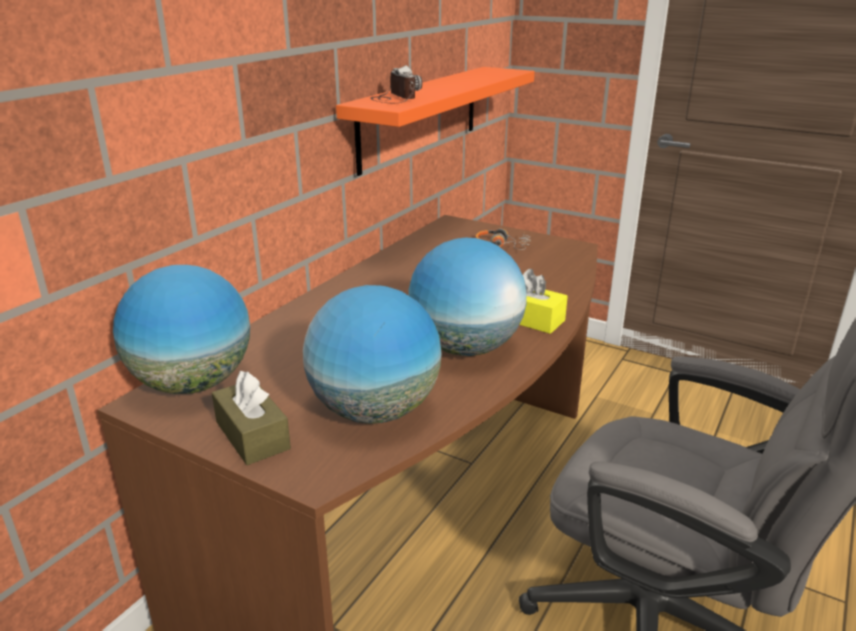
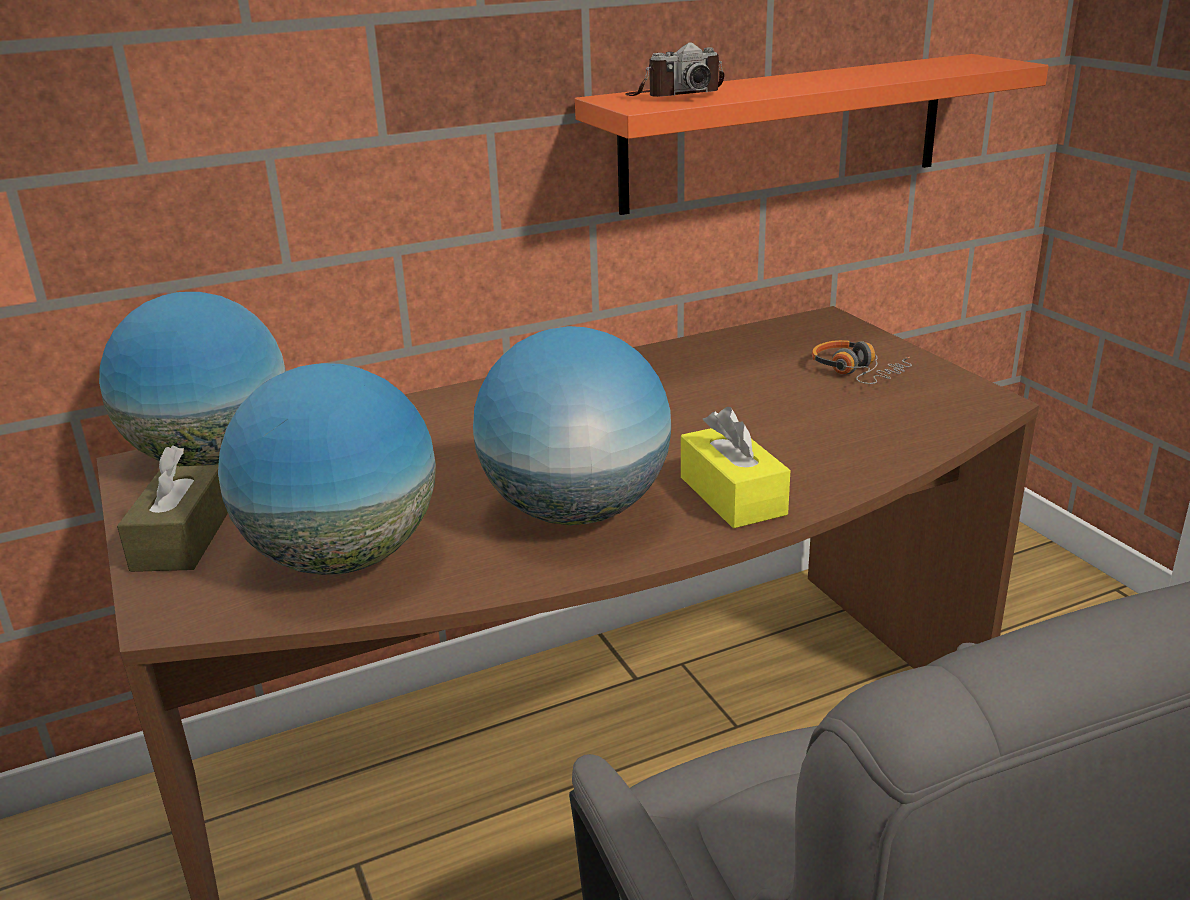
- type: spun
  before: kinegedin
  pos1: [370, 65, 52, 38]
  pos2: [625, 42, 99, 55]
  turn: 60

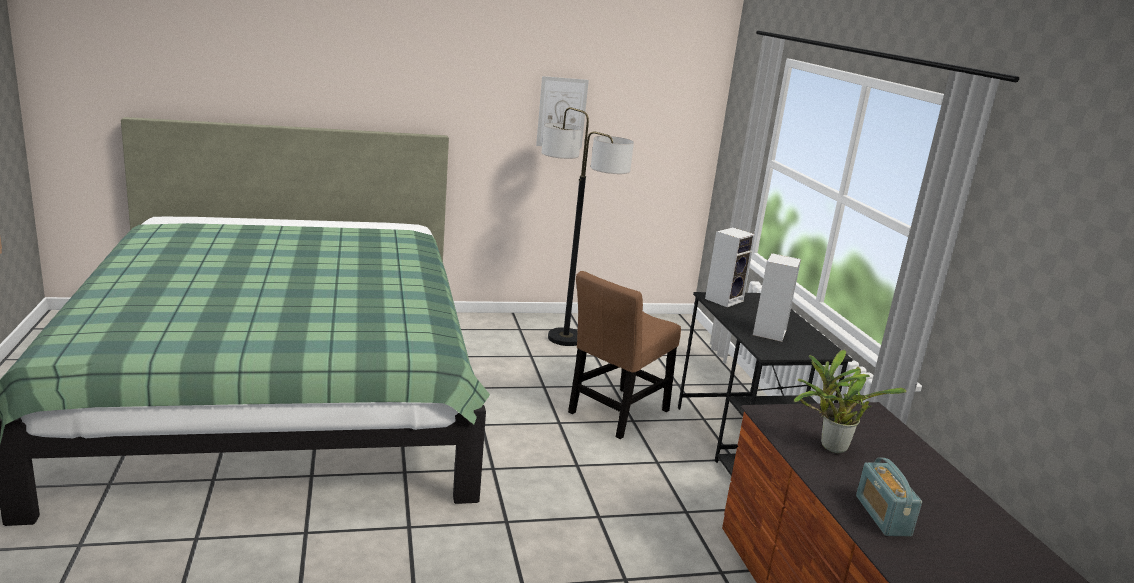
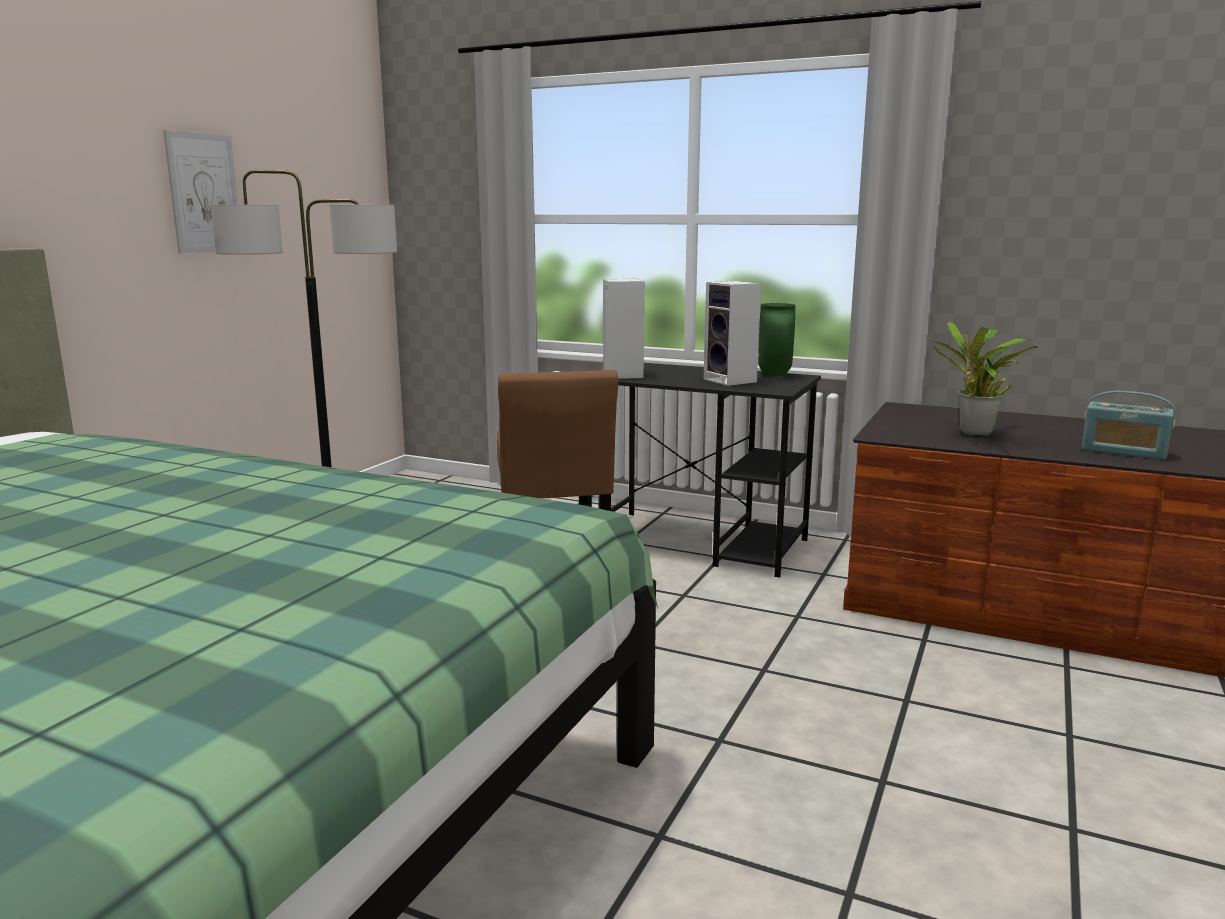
- type: appeared
  after: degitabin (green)
  pos2: [758, 303, 37, 74]

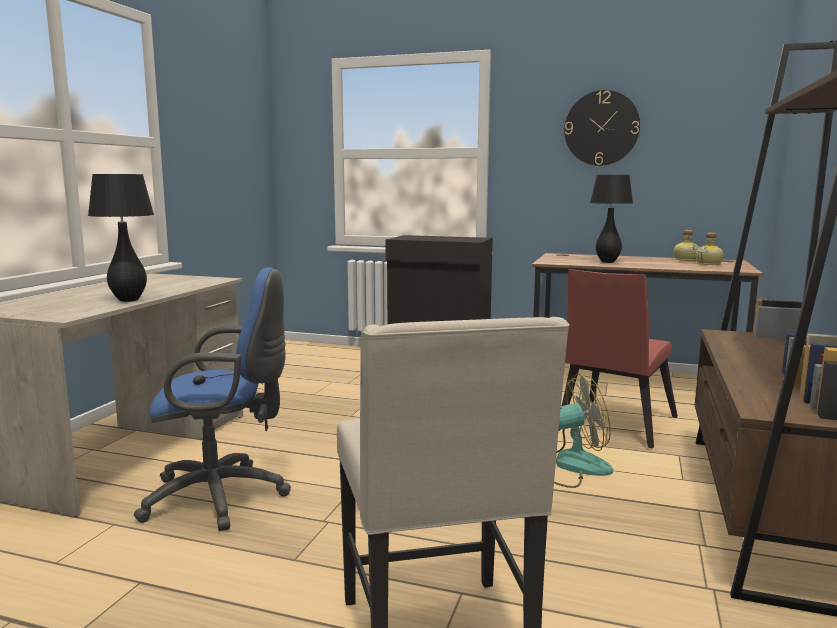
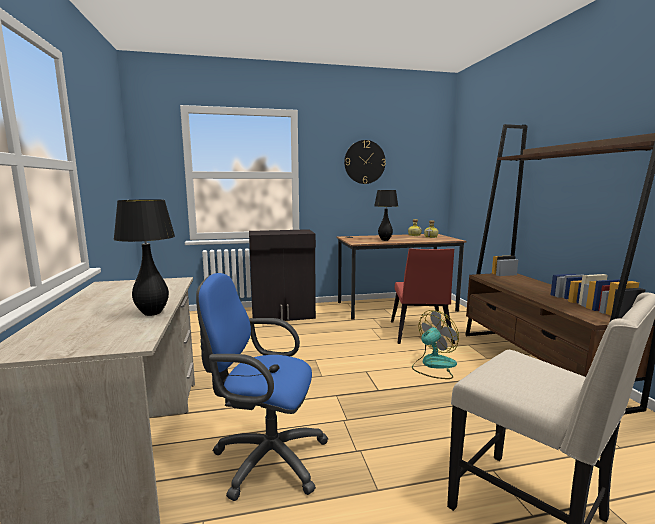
- type: spun
  before: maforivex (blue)
  pos1: [134, 267, 157, 264]
  pos2: [196, 273, 132, 228]
  turn: -135

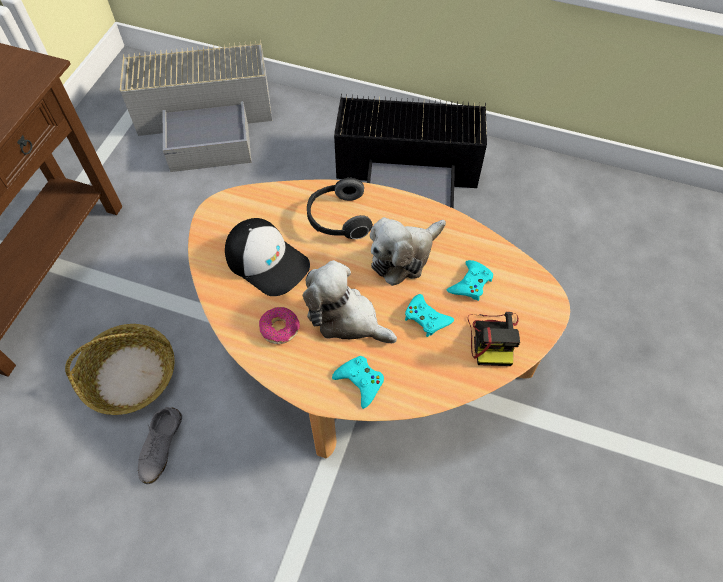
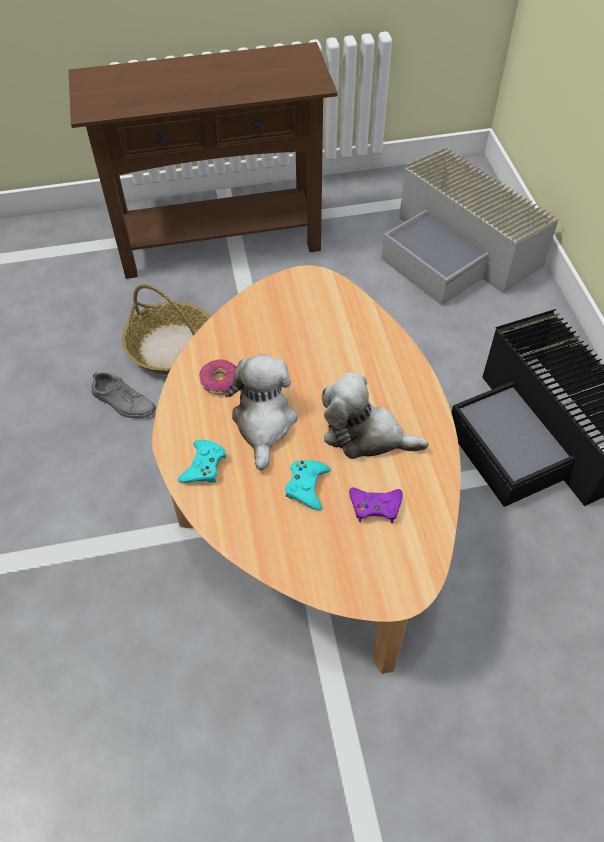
- type: missing
  before: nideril
  pos1: [307, 178, 66, 61]
- type: missing
  before: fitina
  pos1: [225, 218, 85, 78]
- type: colour
  before: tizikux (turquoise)
  after: tizikux (purple)
  pos1: [447, 260, 46, 41]
  pos2: [349, 487, 54, 36]
- type: missing
  before: kinegedin
  pos1: [468, 312, 52, 54]
- type: spun
  before: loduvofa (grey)
  pos1: [138, 407, 44, 77]
  pos2: [91, 372, 65, 46]
  turn: -135

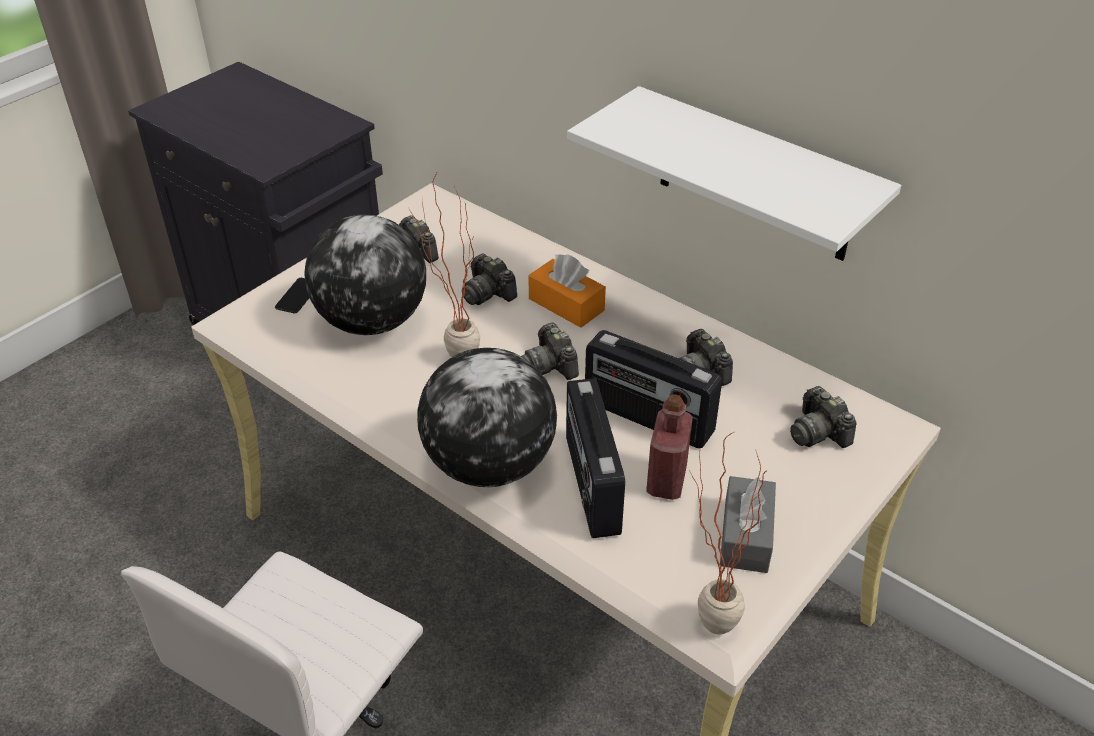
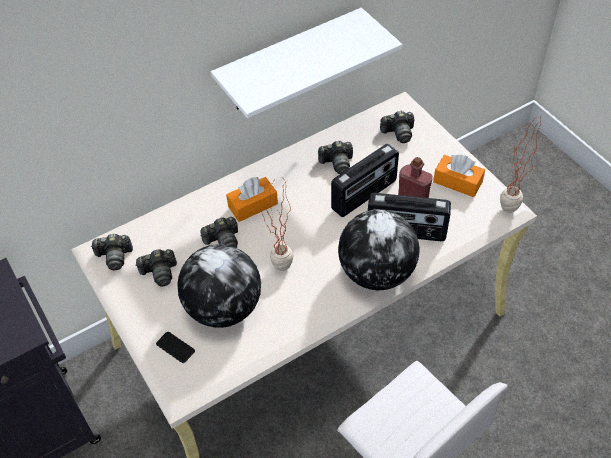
- type: relocated
  before: kinegedin
  pos1: [521, 322, 58, 58]
  pos2: [91, 234, 42, 36]
- type: colour
  before: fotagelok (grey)
  after: fotagelok (orange)
  pos1: [720, 476, 56, 97]
  pos2: [433, 155, 52, 42]

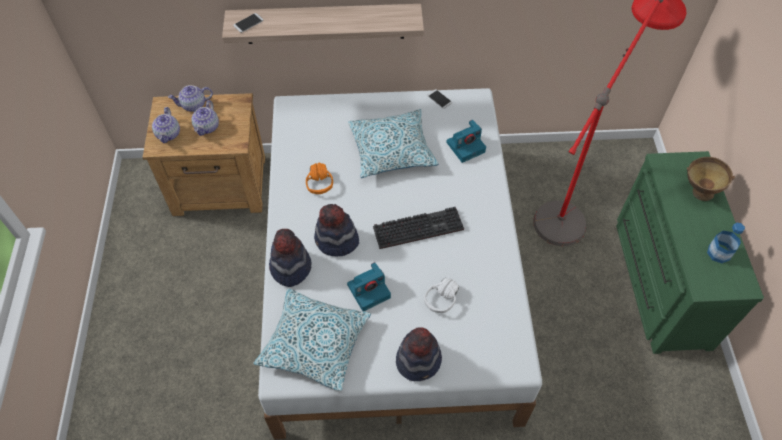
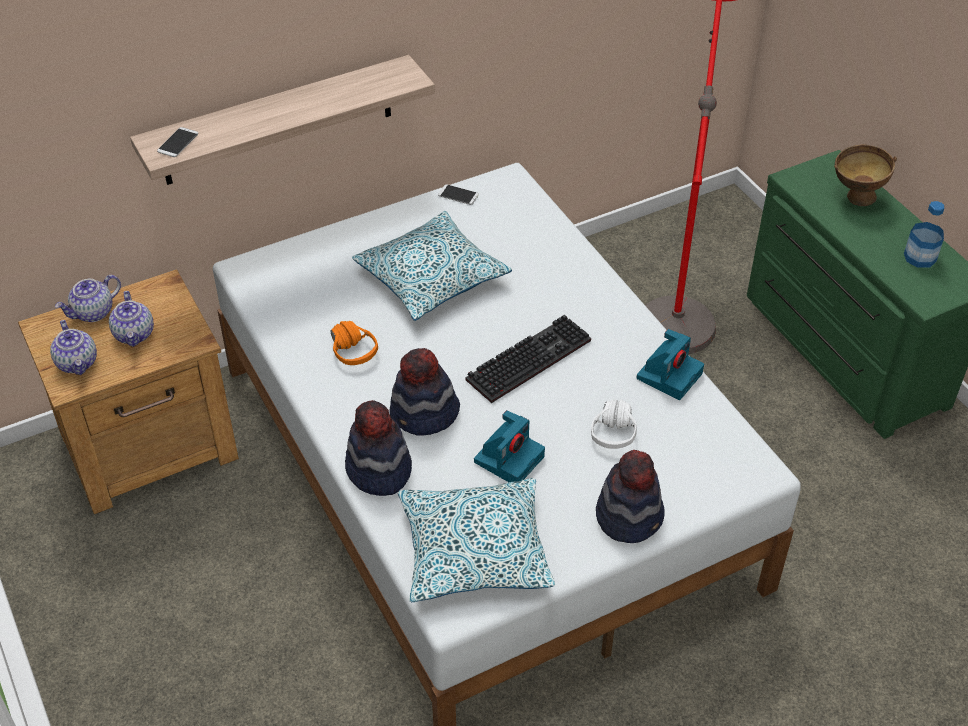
- type: relocated
  before: kinegedin
  pos1: [446, 120, 40, 43]
  pos2: [637, 329, 67, 71]

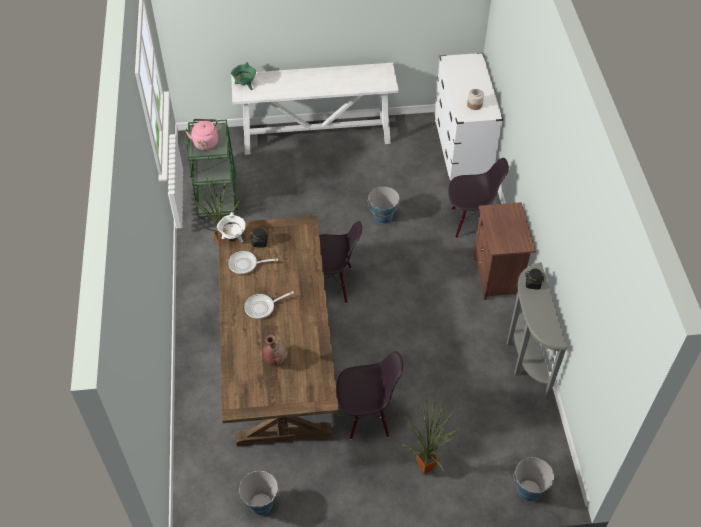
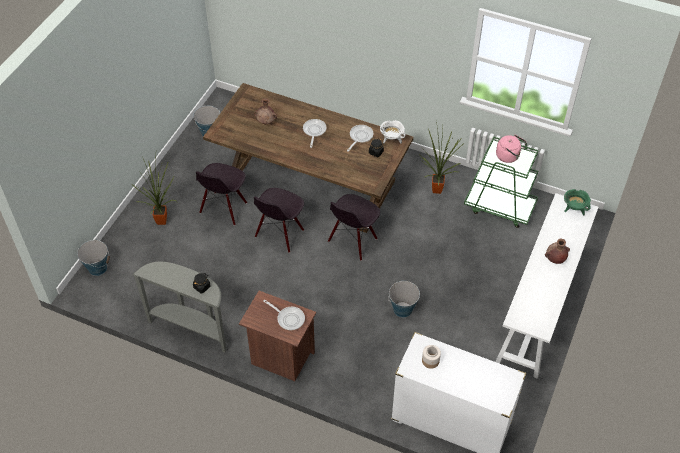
- type: relocated
  before: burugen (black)
  pos1: [448, 158, 61, 80]
  pos2: [254, 188, 50, 65]
- type: appeared
  after: degitabin (brown)
  pos2: [545, 239, 25, 25]
- type: appeared
  after: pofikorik
  pos2: [263, 300, 42, 30]

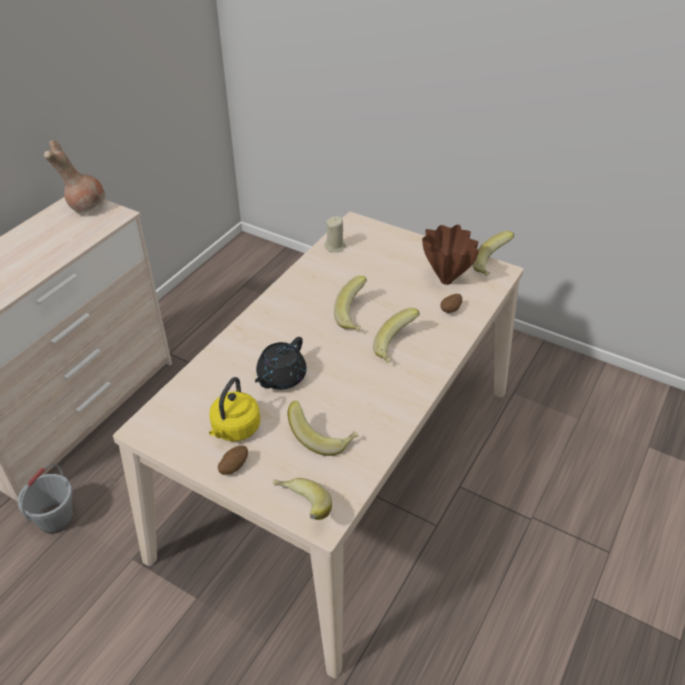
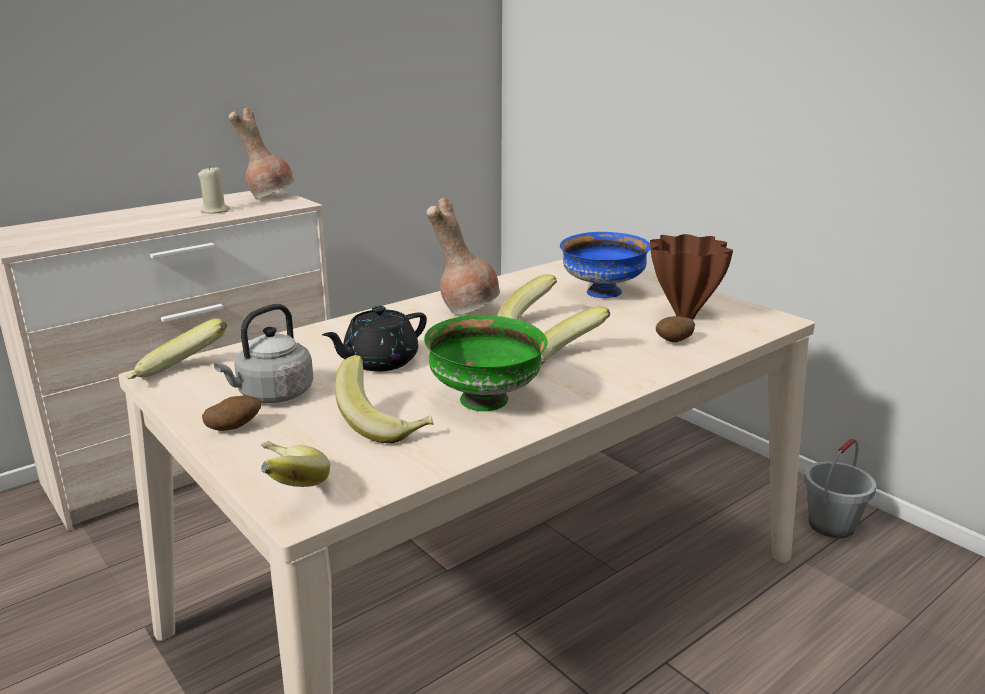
- type: relocated
  before: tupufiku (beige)
  pos1: [324, 216, 22, 36]
  pos2: [198, 165, 32, 49]
- type: relocated
  before: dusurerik
  pos1: [473, 231, 42, 45]
  pos2: [126, 318, 101, 61]
- type: colour
  before: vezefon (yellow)
  after: vezefon (grey)
  pos1: [209, 377, 51, 64]
  pos2: [214, 304, 99, 99]
- type: relocated
  before: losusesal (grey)
  pos1: [17, 464, 56, 70]
  pos2: [804, 438, 72, 100]
- type: appeared
  after: degitabin (brown)
  pos2: [426, 198, 74, 116]
- type: appeared
  after: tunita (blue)
  pos2: [560, 232, 91, 66]
- type: appeared
  after: tunita (green)
  pos2: [424, 315, 124, 96]

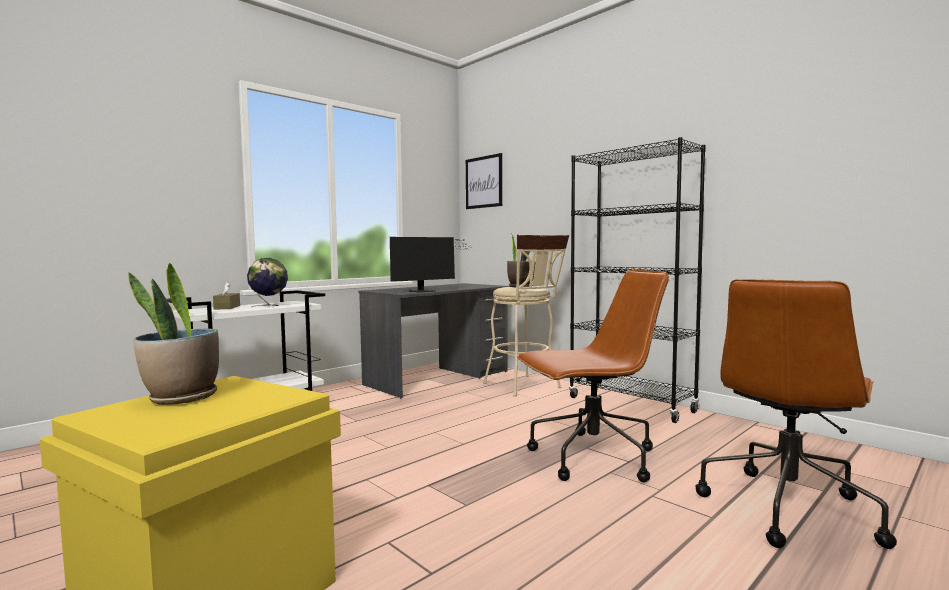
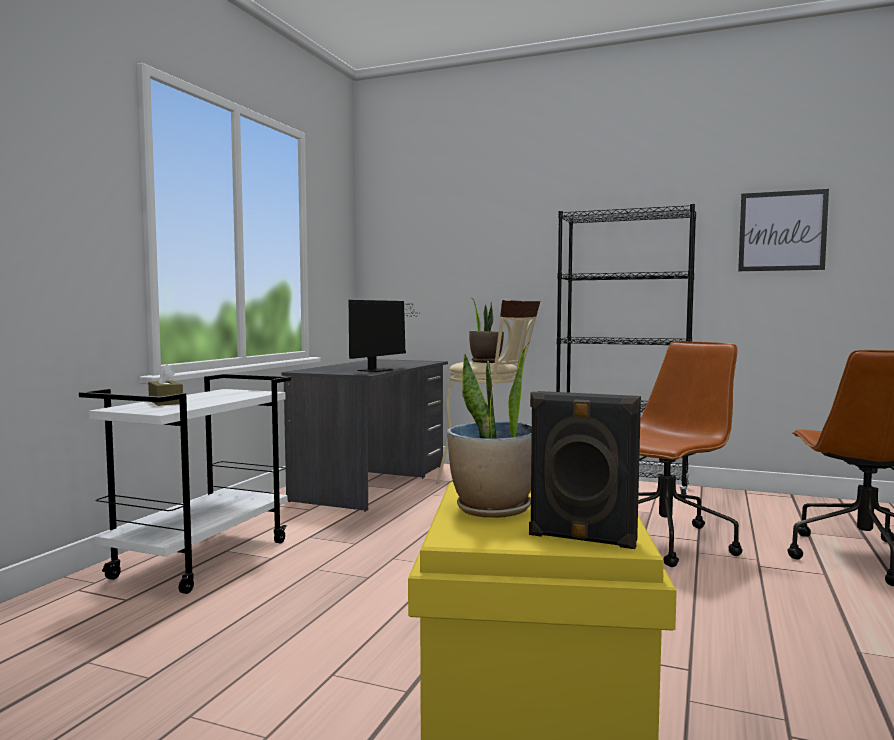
- type: relocated
  before: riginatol
  pos1: [466, 153, 36, 56]
  pos2: [738, 189, 91, 82]
- type: missing
  before: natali
  pos1: [247, 258, 41, 49]
- type: appeared
  after: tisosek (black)
  pos2: [529, 391, 112, 158]

